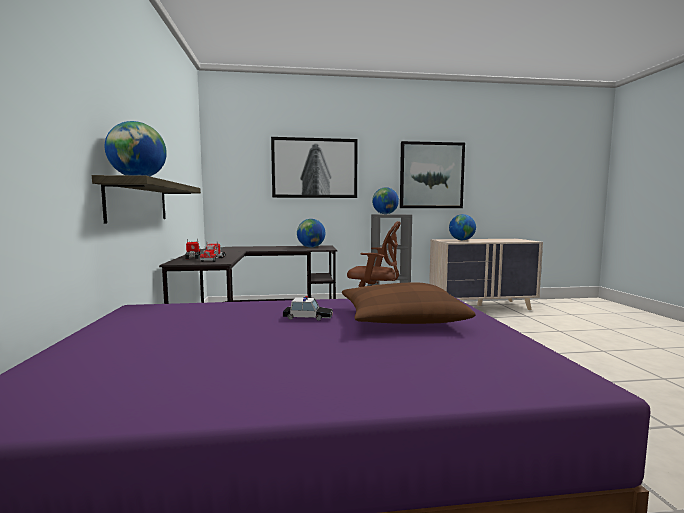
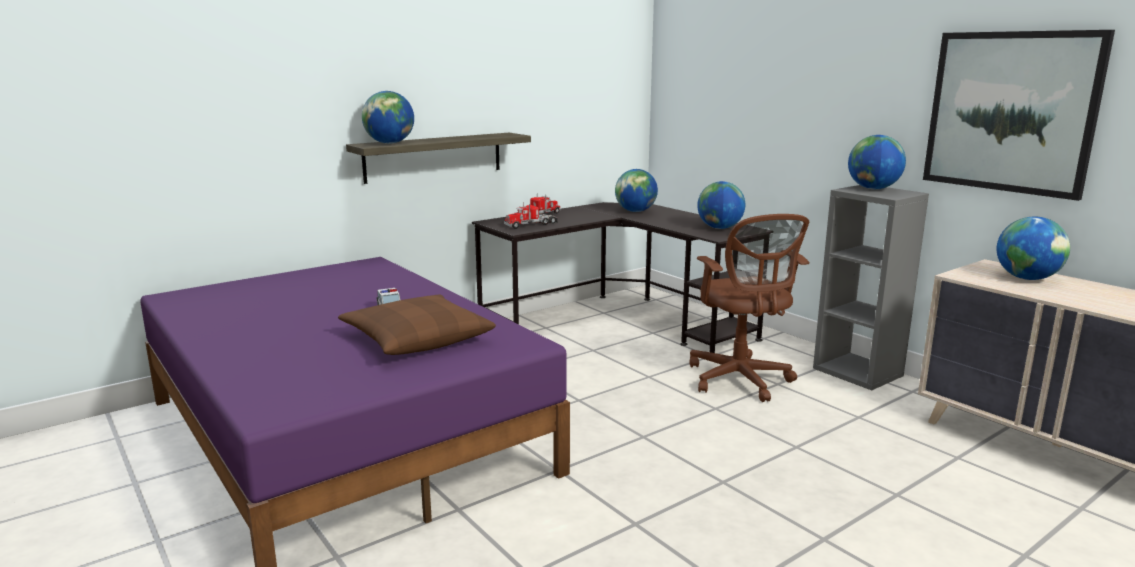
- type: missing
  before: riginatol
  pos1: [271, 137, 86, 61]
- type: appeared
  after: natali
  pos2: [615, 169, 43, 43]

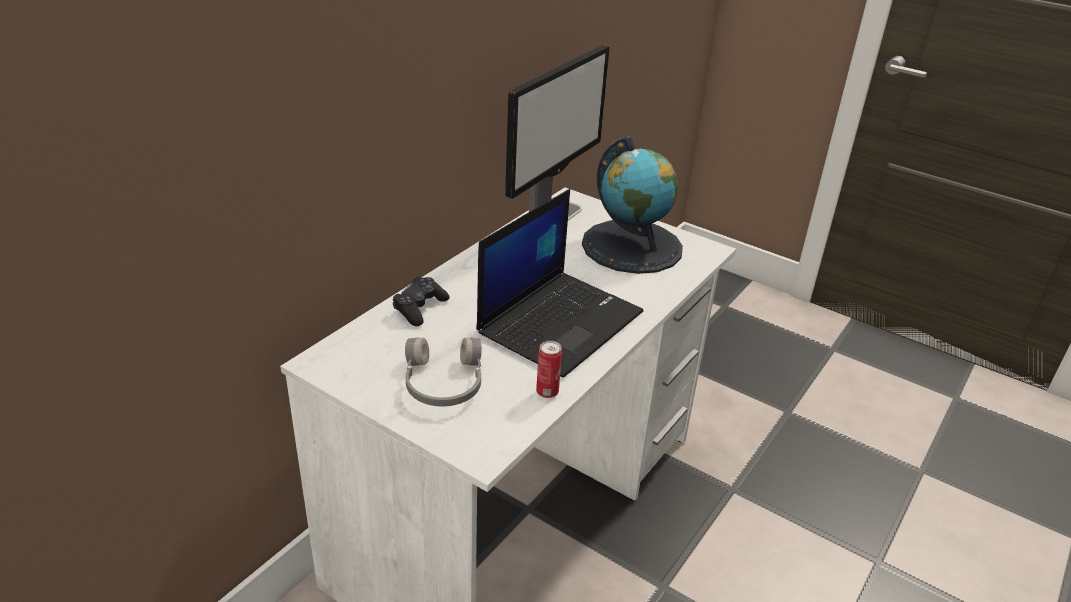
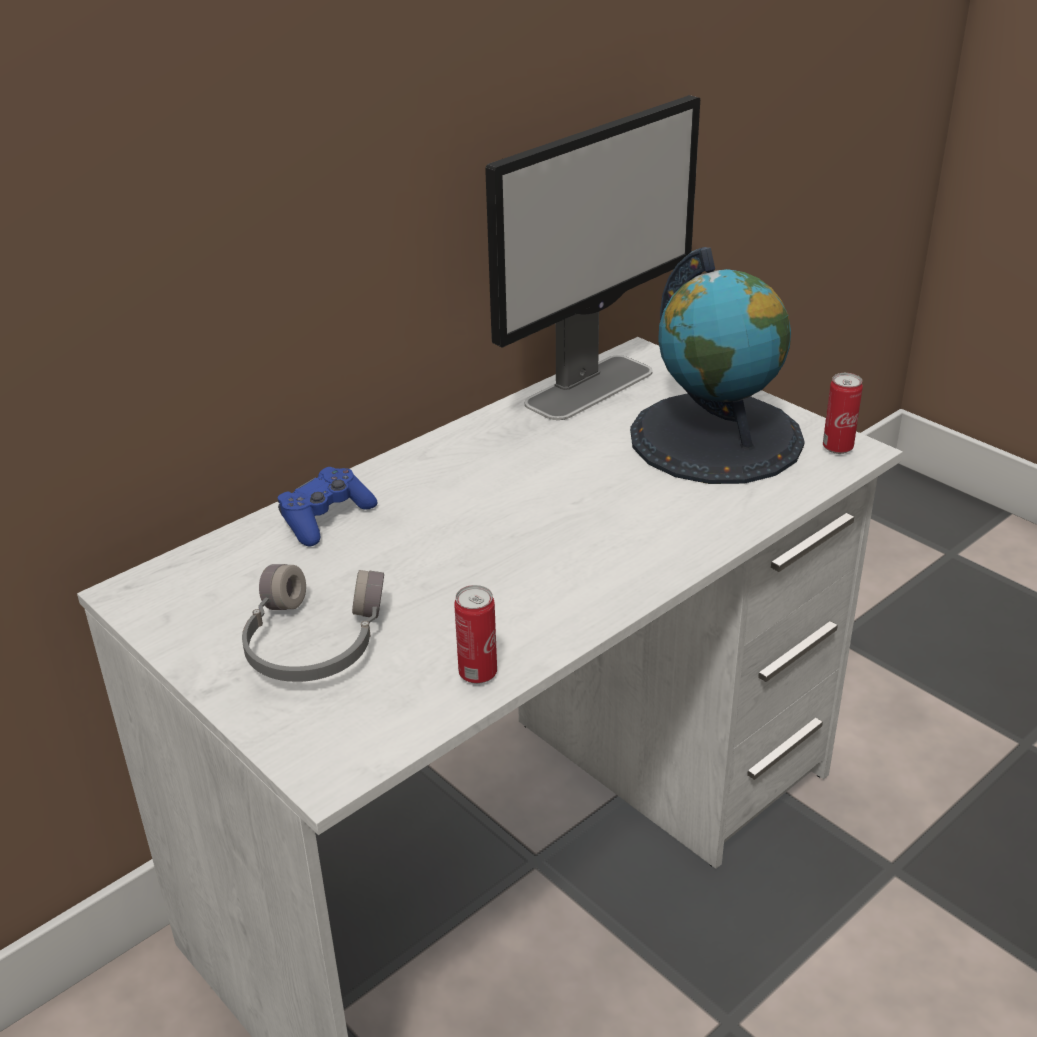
- type: missing
  before: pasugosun
  pos1: [476, 189, 167, 189]
- type: colour
  before: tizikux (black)
  after: tizikux (blue)
  pos1: [393, 277, 57, 49]
  pos2: [277, 467, 100, 80]
- type: appeared
  after: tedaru
  pos2: [823, 373, 40, 81]

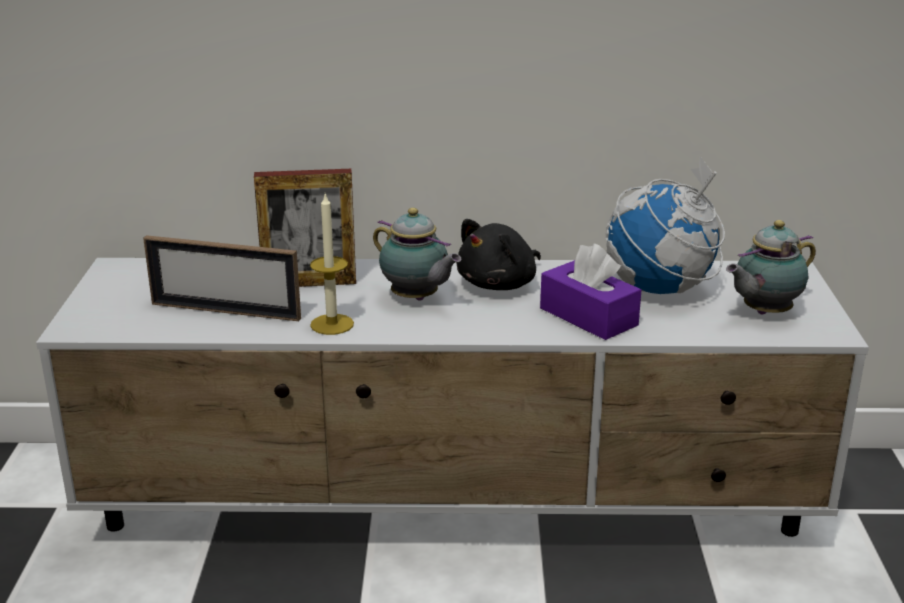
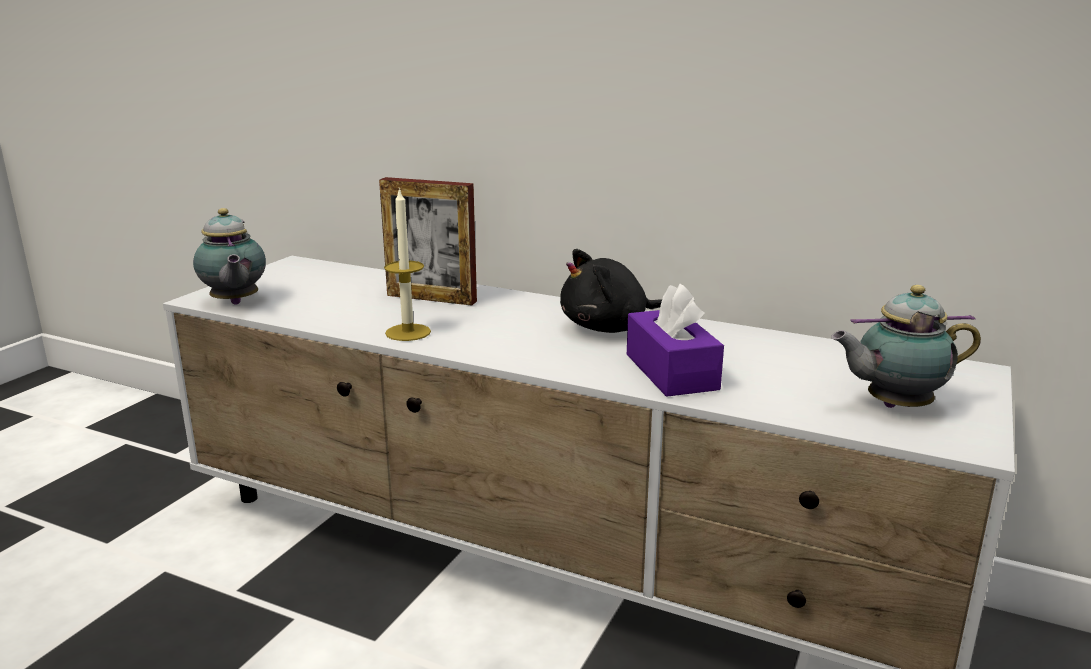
- type: missing
  before: natali
  pos1: [606, 156, 119, 138]
- type: relocated
  before: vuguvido
  pos1: [373, 208, 88, 93]
  pos2: [193, 208, 73, 97]
- type: missing
  before: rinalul
  pos1: [143, 235, 158, 86]

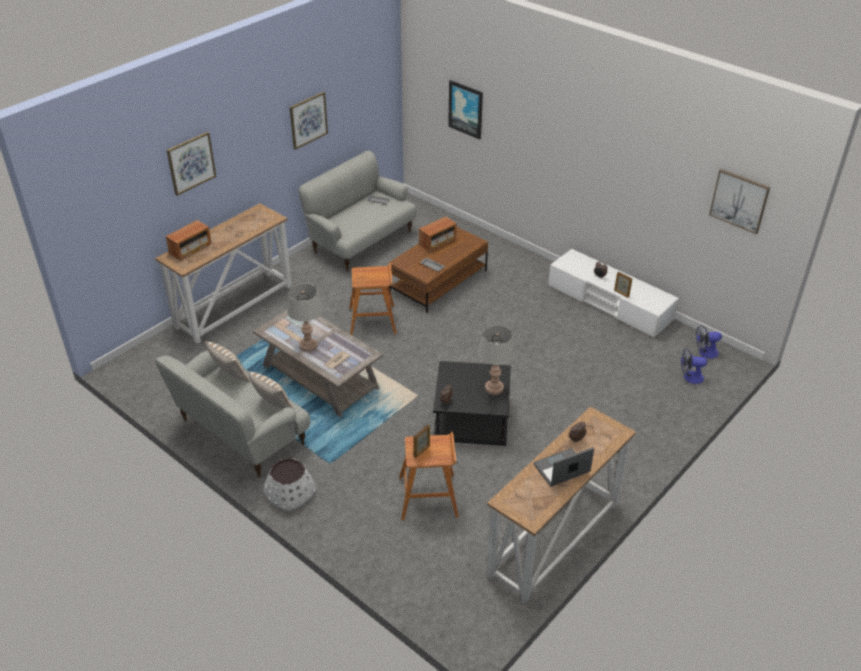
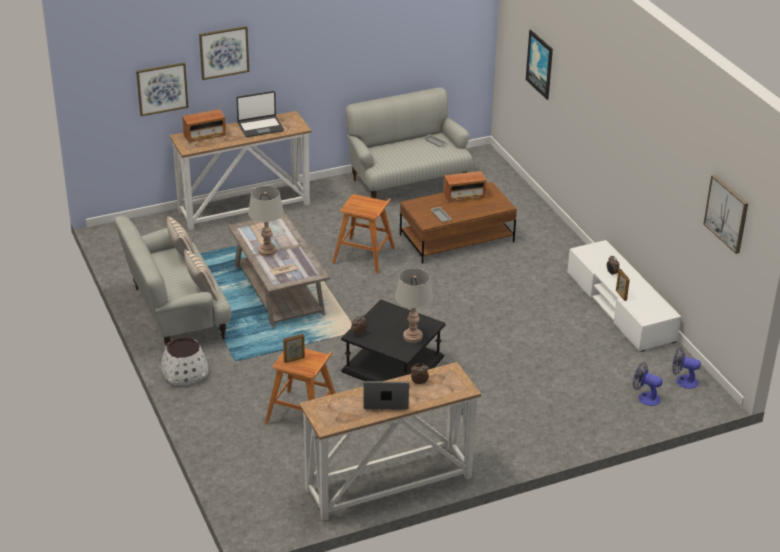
- type: relocated
  before: riginatol
  pos1: [290, 92, 38, 58]
  pos2: [136, 62, 53, 54]
- type: appeared
  after: pasugosun
  pos2: [236, 91, 48, 46]

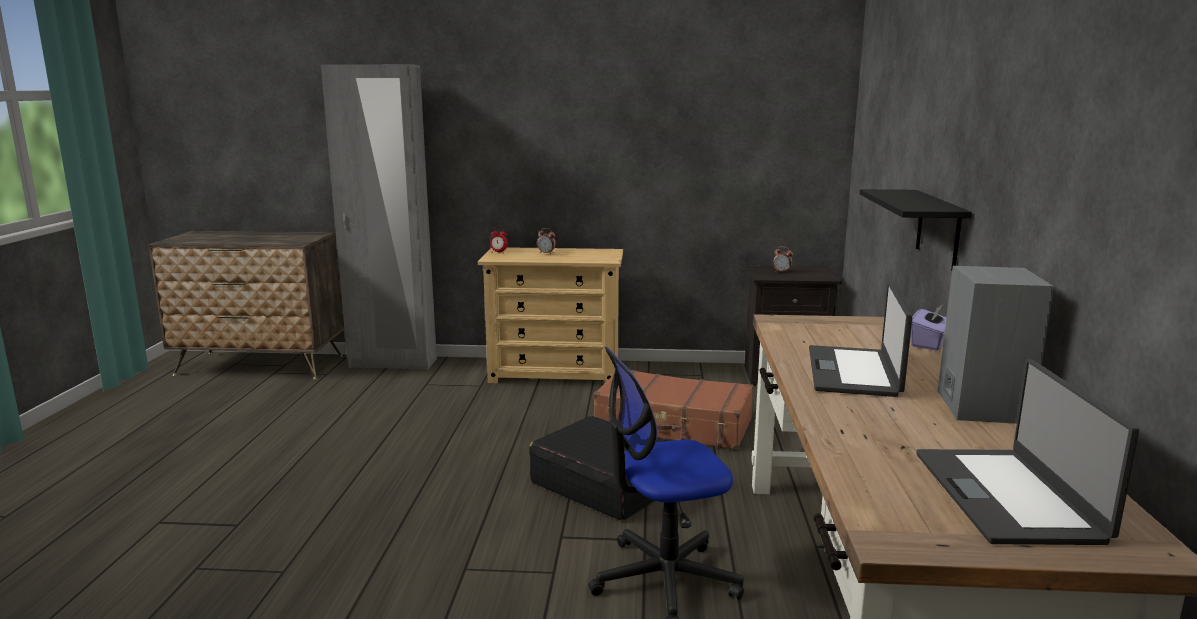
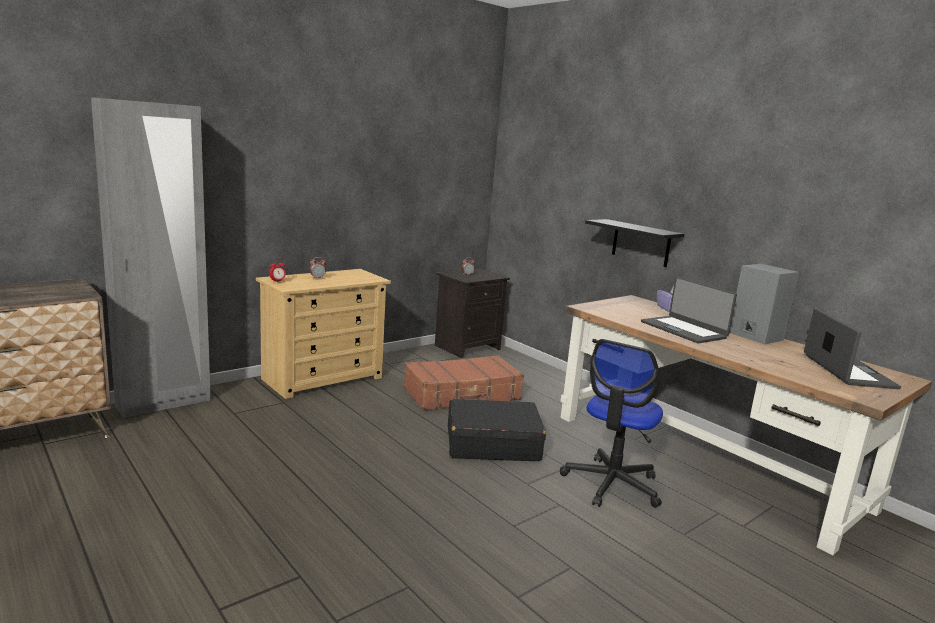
- type: spun
  before: pasugosun
  pos1: [917, 359, 222, 186]
  pos2: [804, 308, 97, 81]
  turn: -135

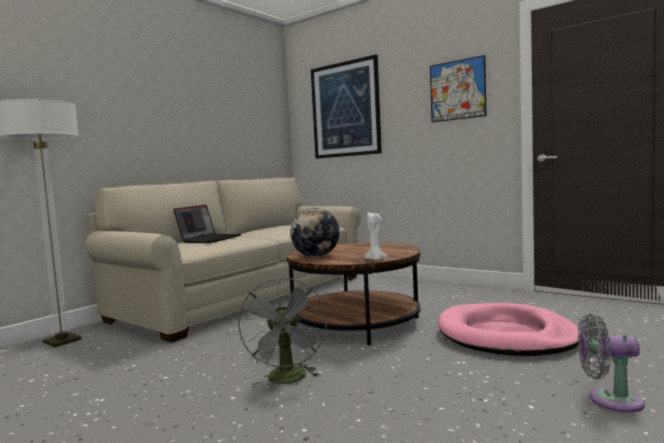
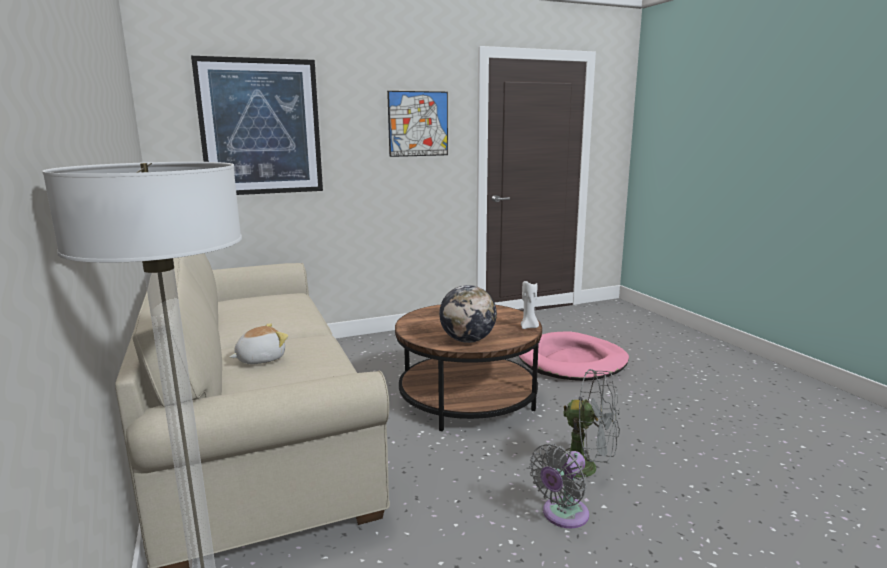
- type: exchanged
  before: pasugosun
  after: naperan
  pos1: [173, 205, 68, 38]
  pos2: [230, 323, 58, 41]
- type: relocated
  before: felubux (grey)
  pos1: [578, 314, 67, 99]
  pos2: [529, 444, 60, 84]

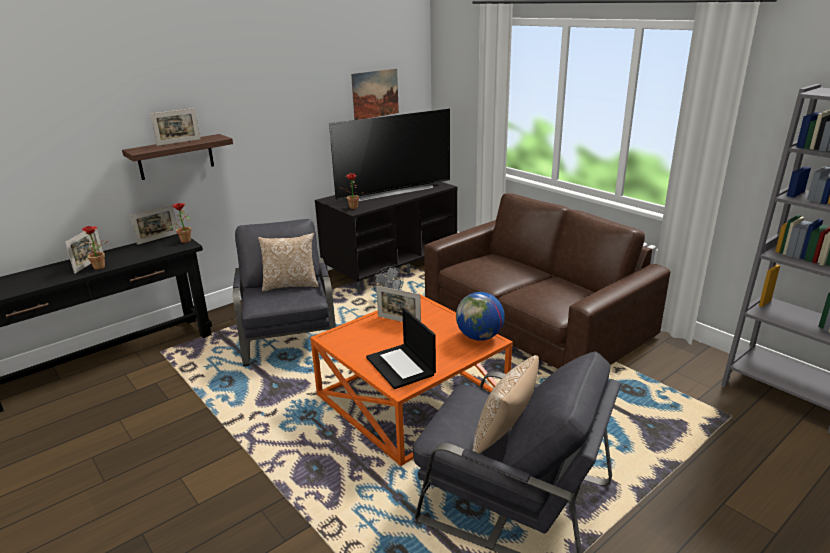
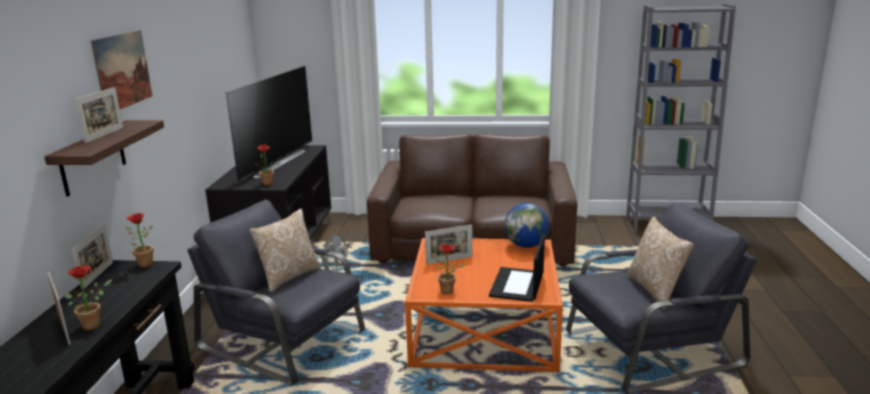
- type: relocated
  before: riginatol
  pos1: [351, 69, 48, 51]
  pos2: [90, 30, 62, 79]
- type: spun
  before: pasugosun
  pos1: [366, 308, 70, 81]
  pos2: [489, 234, 56, 68]
  turn: 90
- type: appeared
  after: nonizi
  pos2: [437, 244, 29, 50]

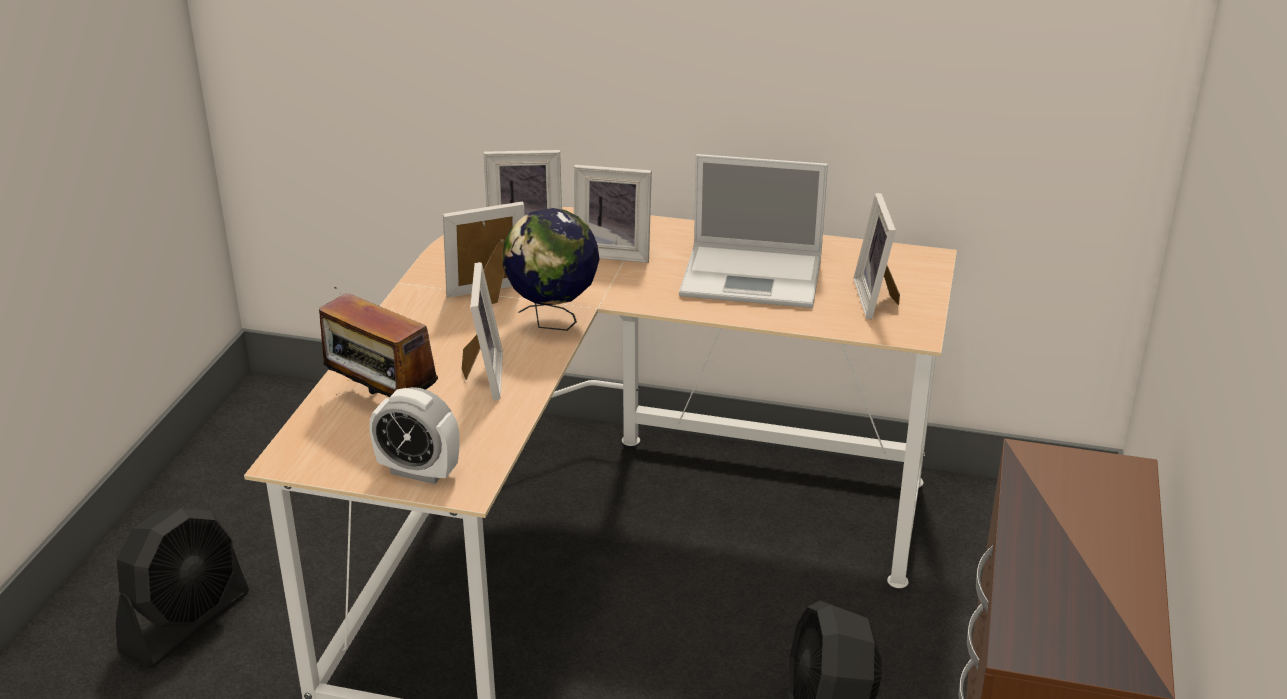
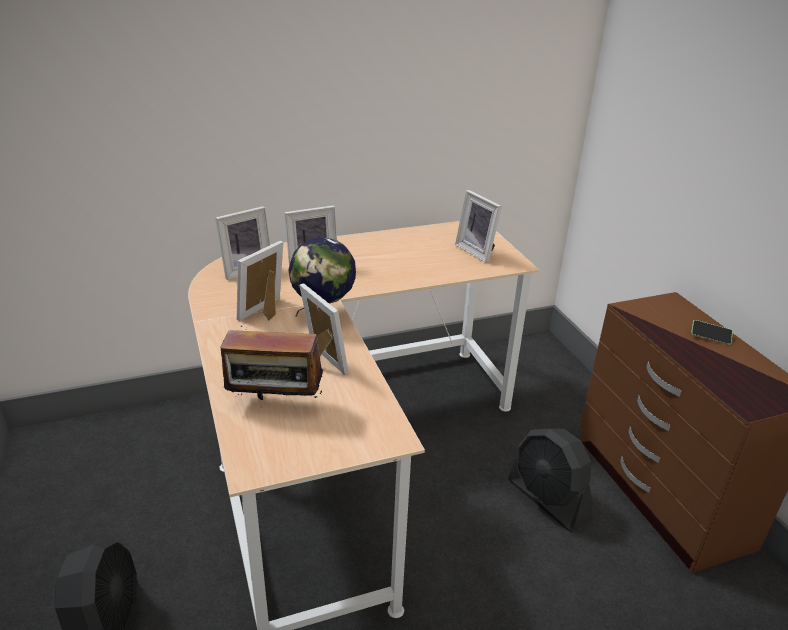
- type: missing
  before: pasugosun
  pos1: [679, 154, 149, 154]
- type: missing
  before: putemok
  pos1: [370, 387, 90, 97]
- type: appeared
  after: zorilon
  pos2: [691, 320, 42, 25]

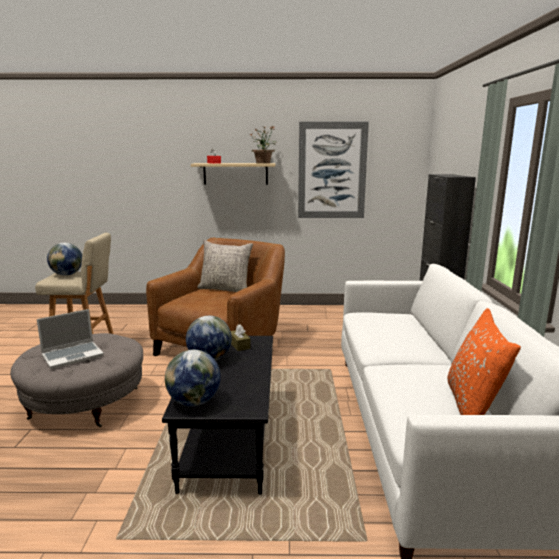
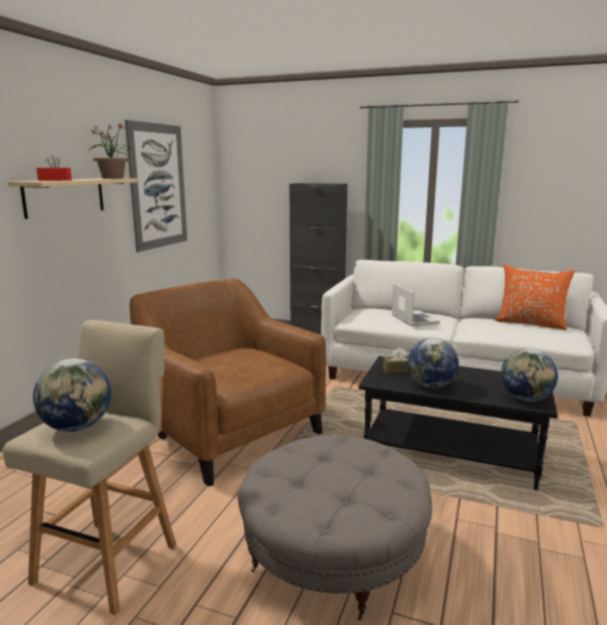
- type: missing
  before: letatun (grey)
  pos1: [197, 240, 56, 52]
- type: relocated
  before: pasugosun
  pos1: [37, 309, 67, 60]
  pos2: [392, 284, 48, 42]

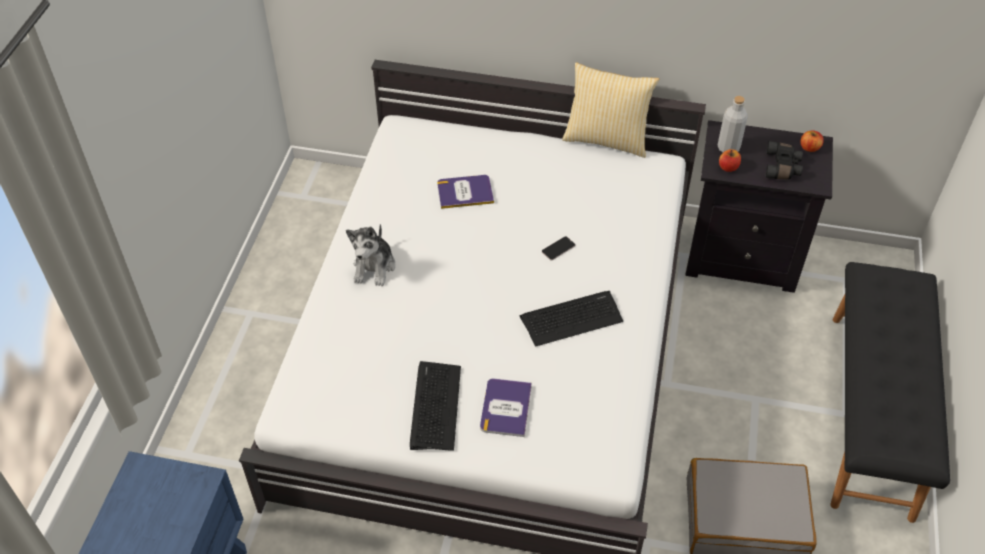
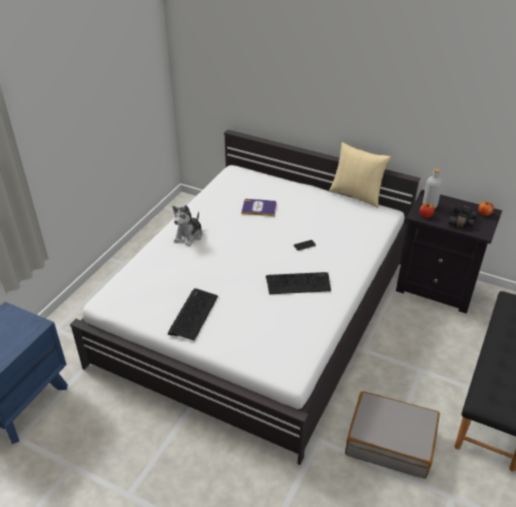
- type: missing
  before: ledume
  pos1: [480, 378, 52, 59]

